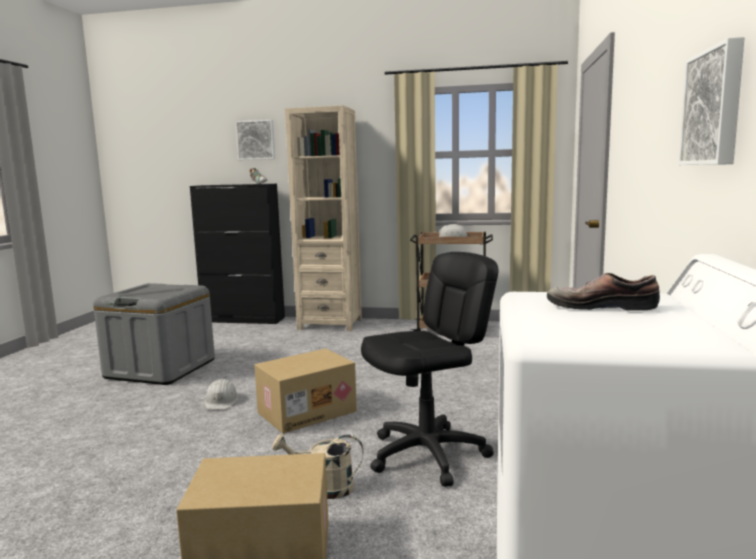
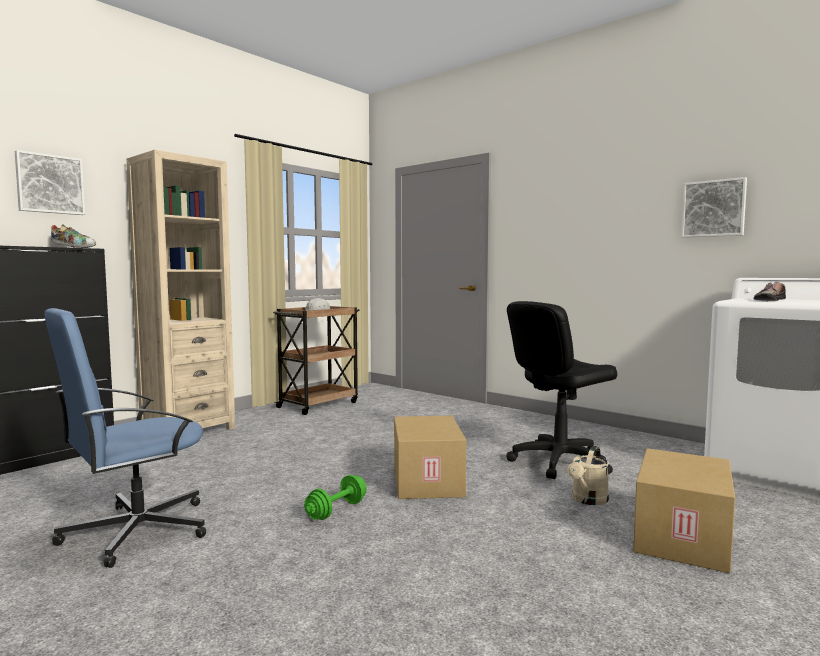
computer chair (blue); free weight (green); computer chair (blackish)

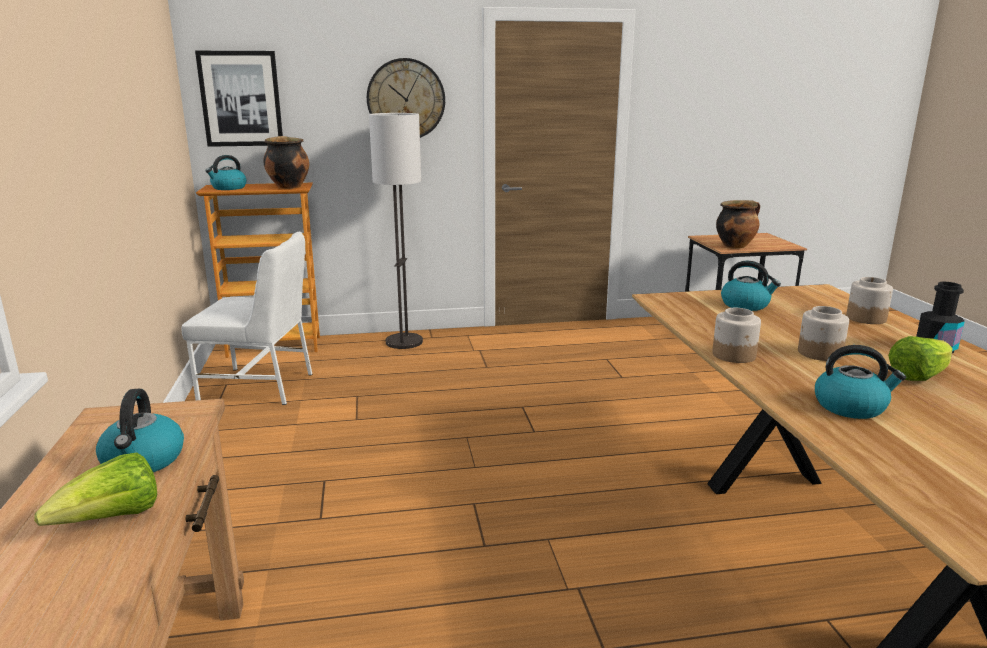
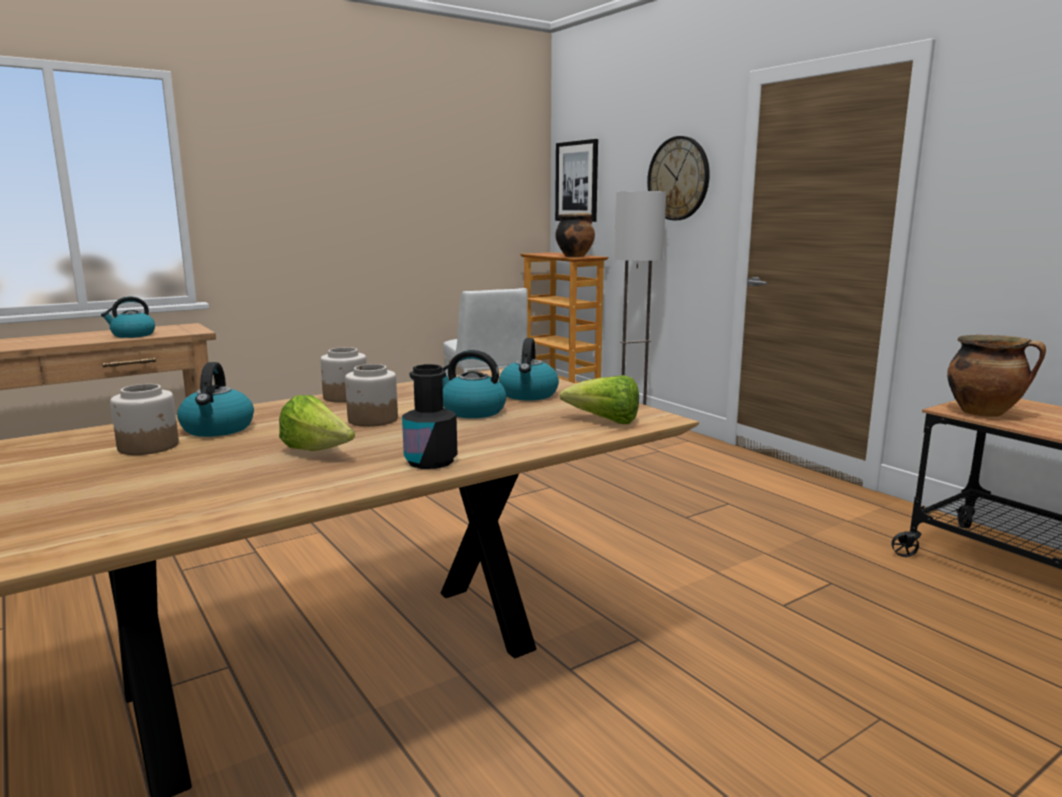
lettuce head (2nd from left); water kettle (3rd from left); preserve jar (1st from left)

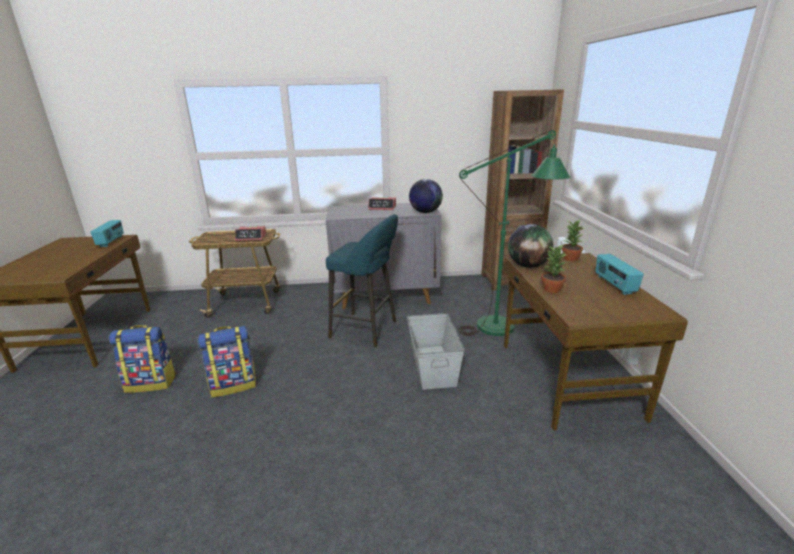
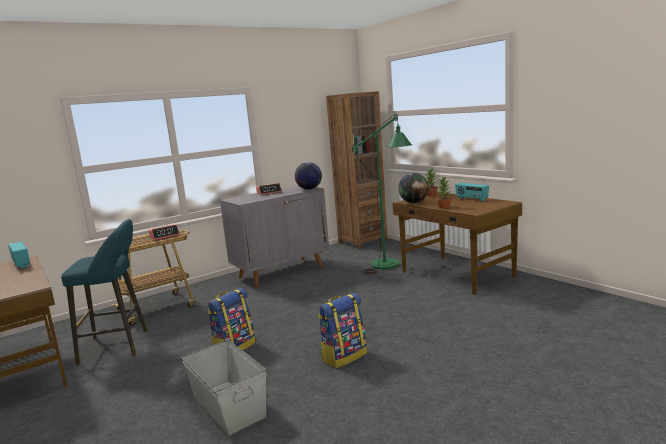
knapsack (2nd from left); sitting stool (turquoise-coloured); storage bin (gray)

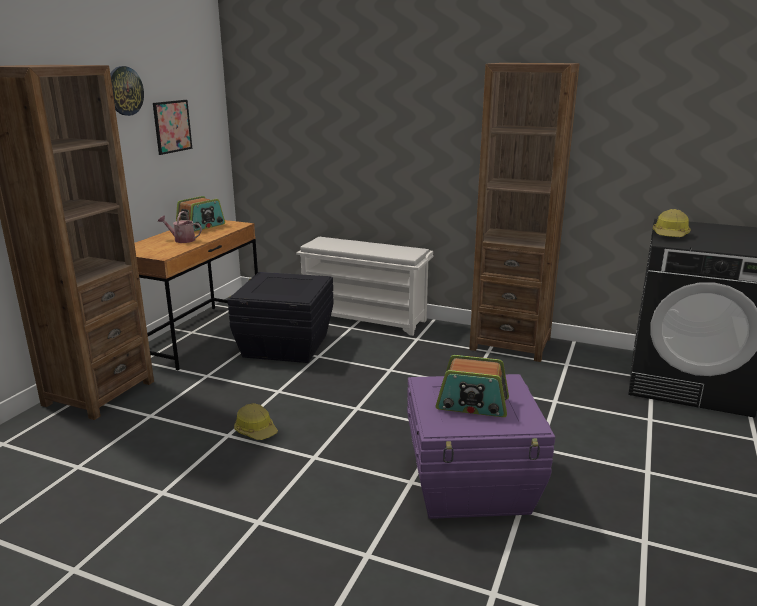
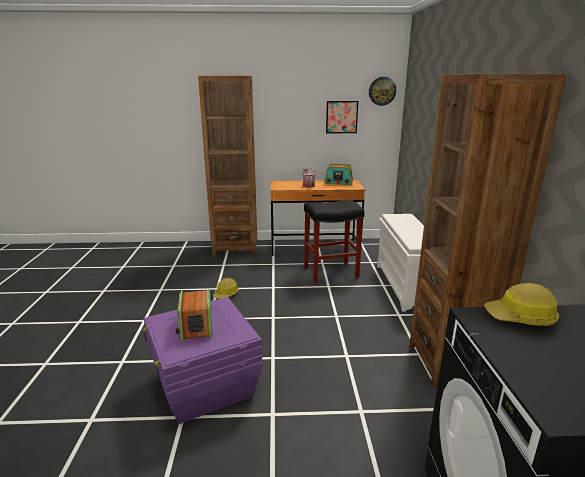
hanging clock; sitting stool (blackish)

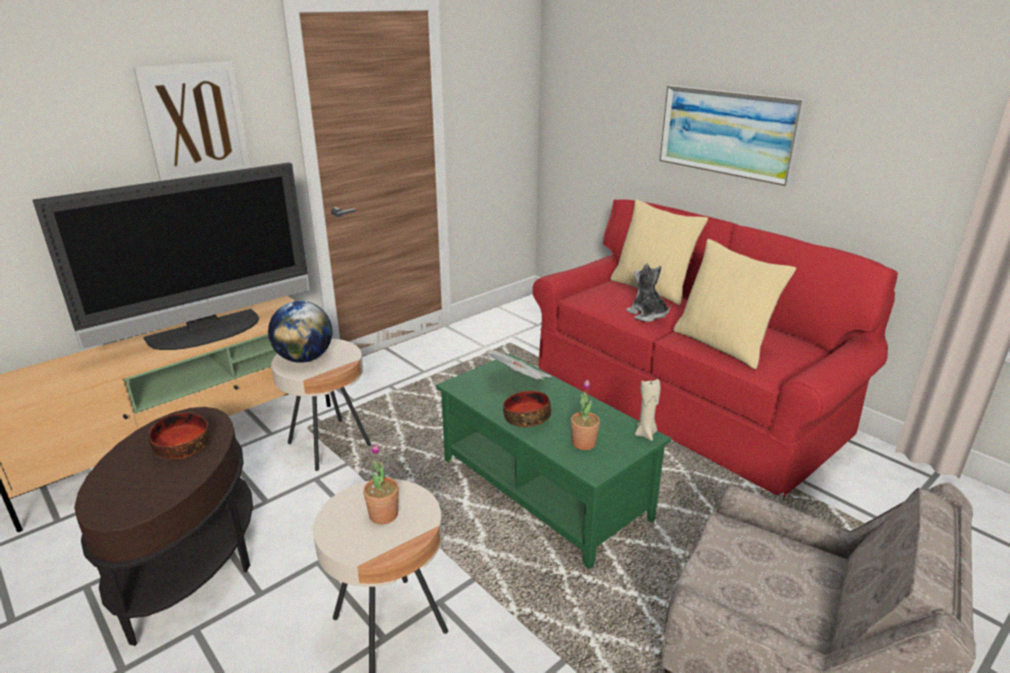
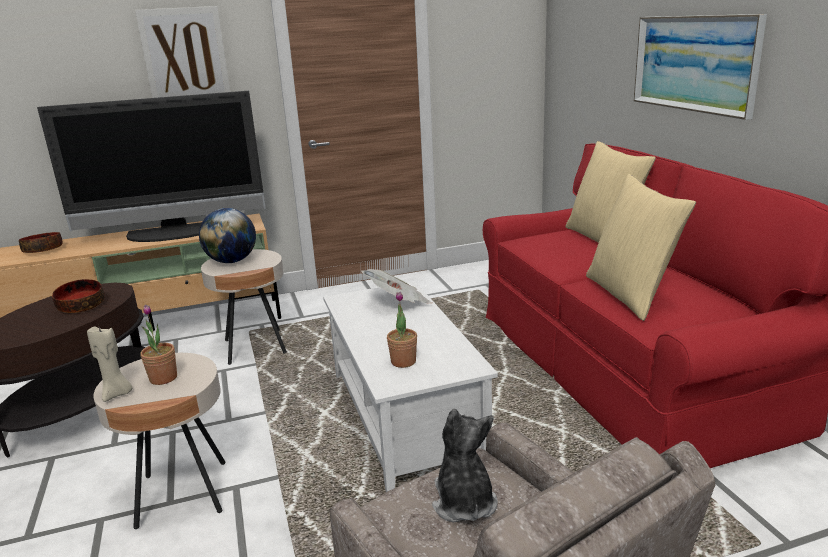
coffee table (white-coloured); deep dish (1st from left); plush toy; wax candle (beige-coloured)

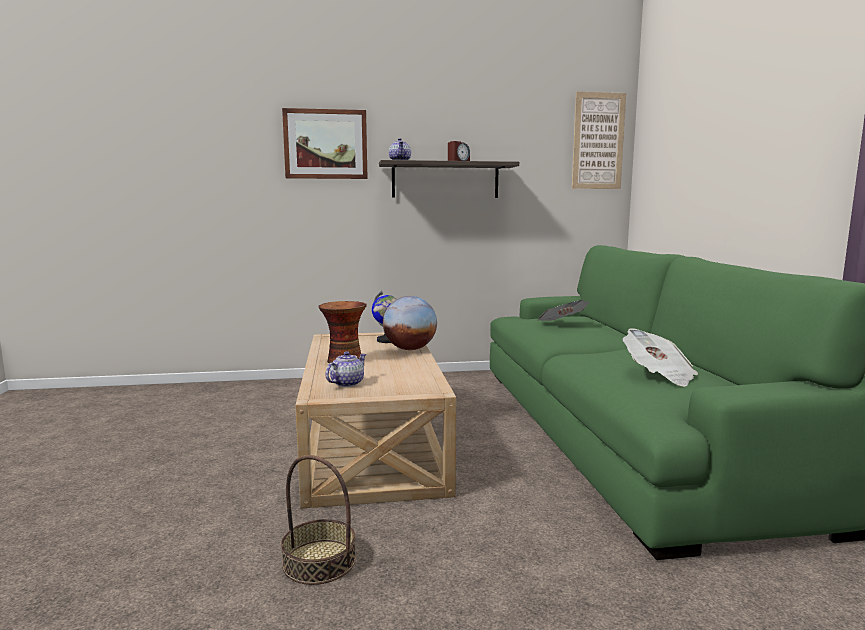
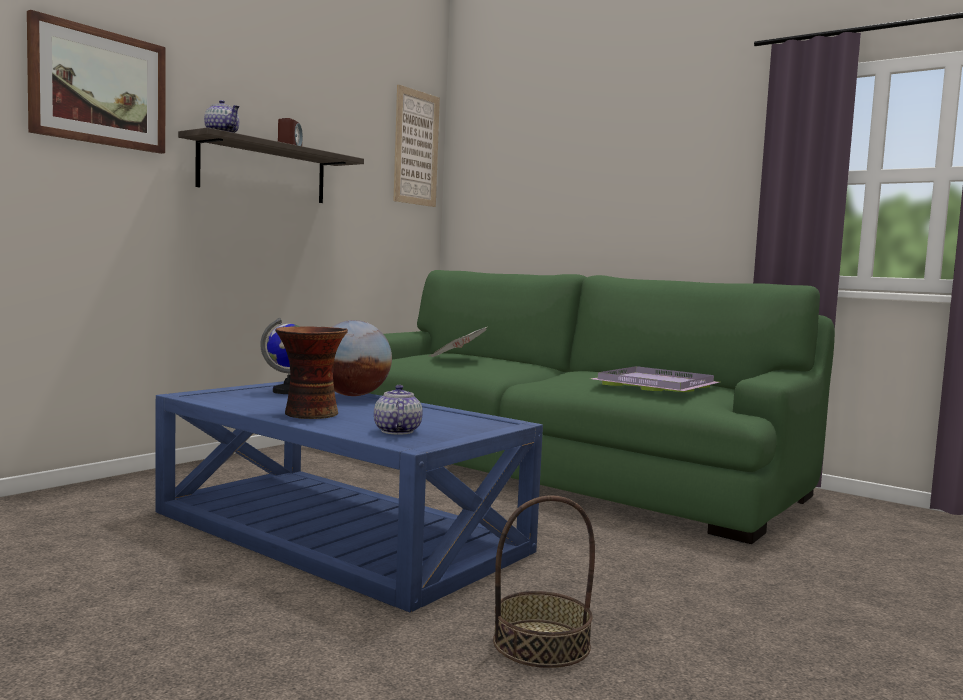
coffee table (blue); serving tray (purplish)

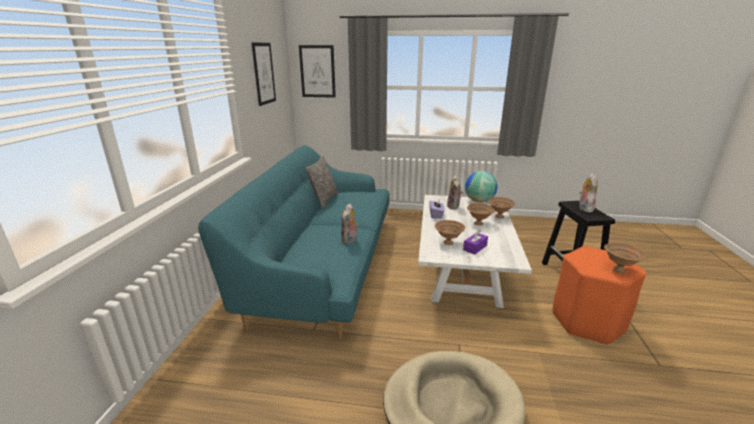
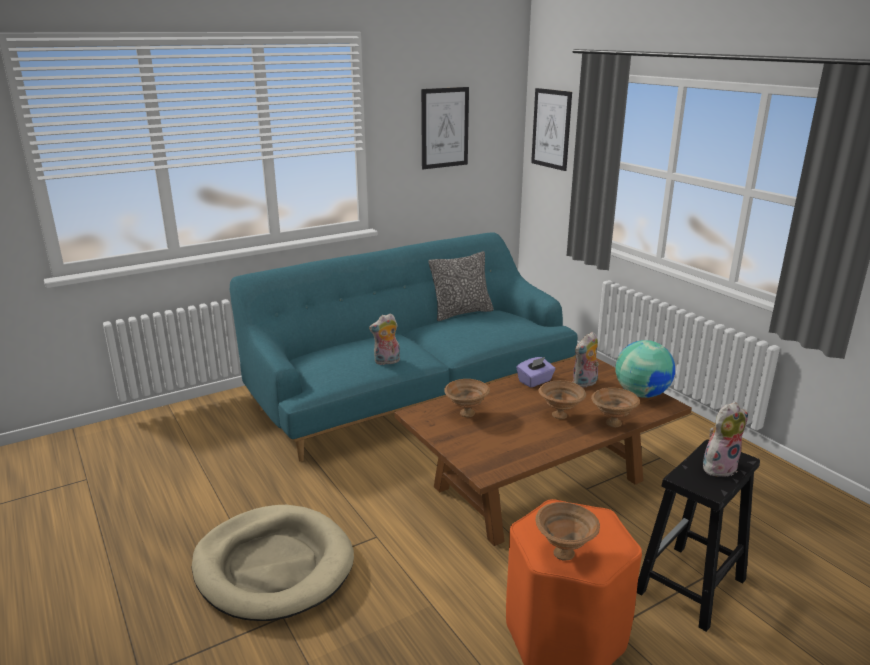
coffee table (brownish); tissue holder (purplish) (2nd from left in the first image)

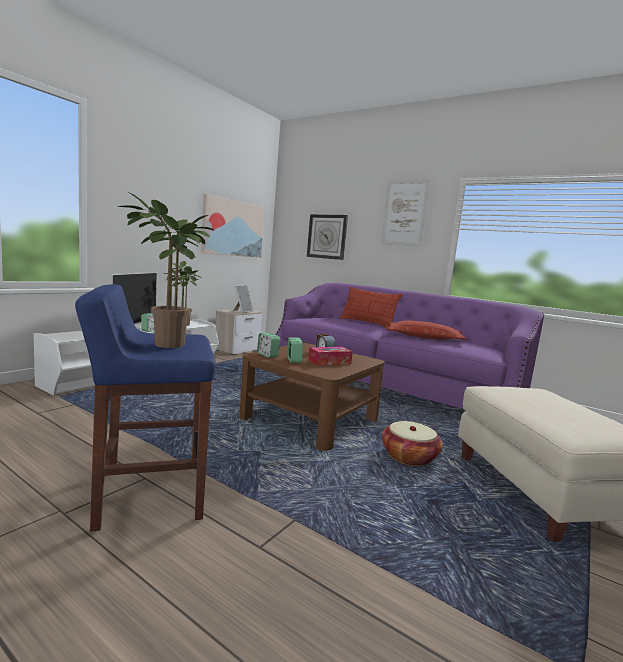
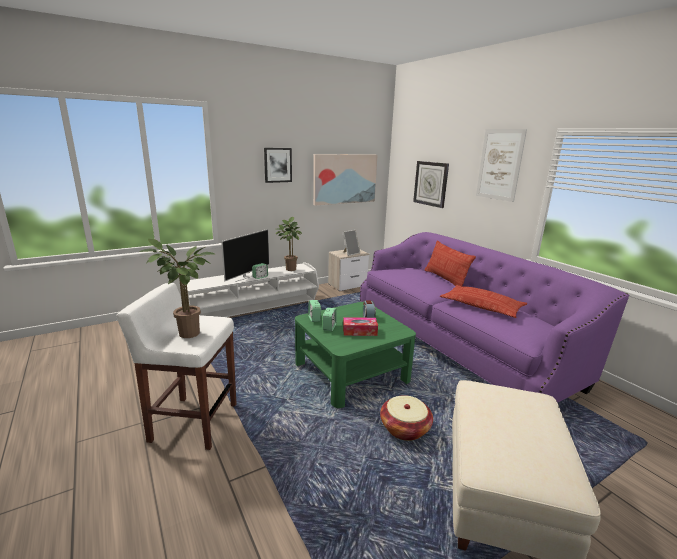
sitting stool (white-coloured); coffee table (green); wall art (1st from left)

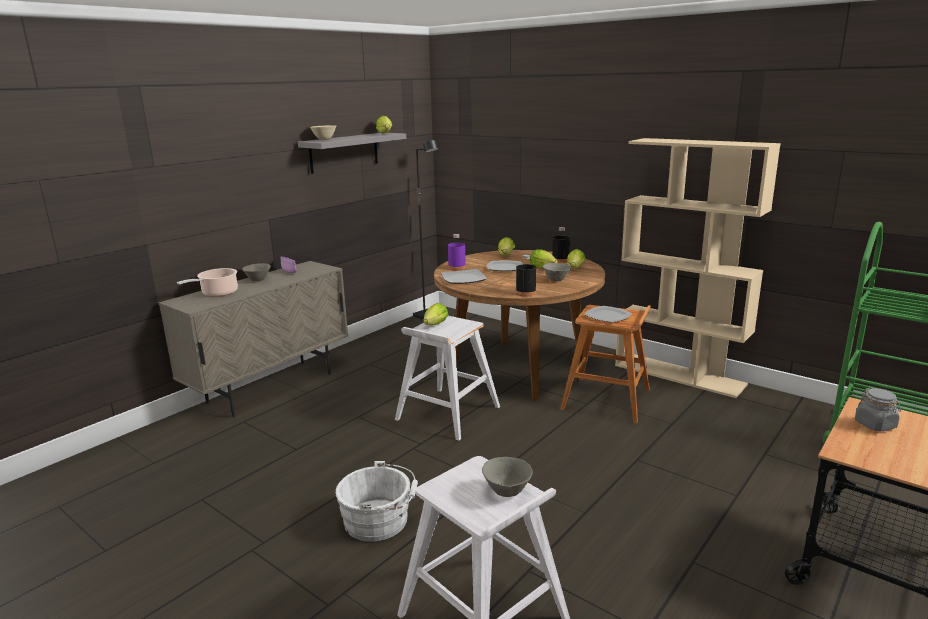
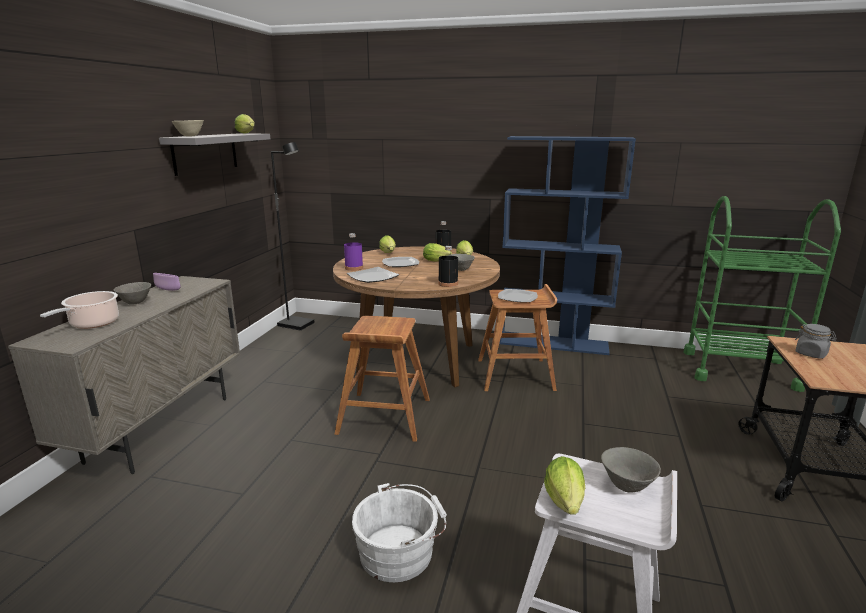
sitting stool (brownish) (1st from left); lettuce head (5th from left); bookshelf (blue)

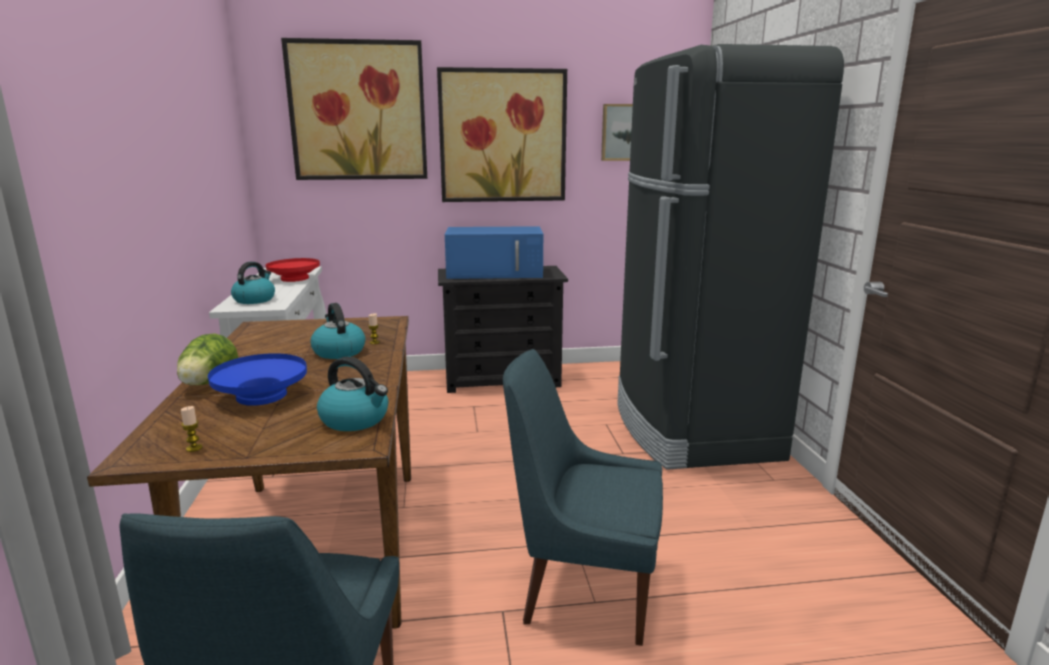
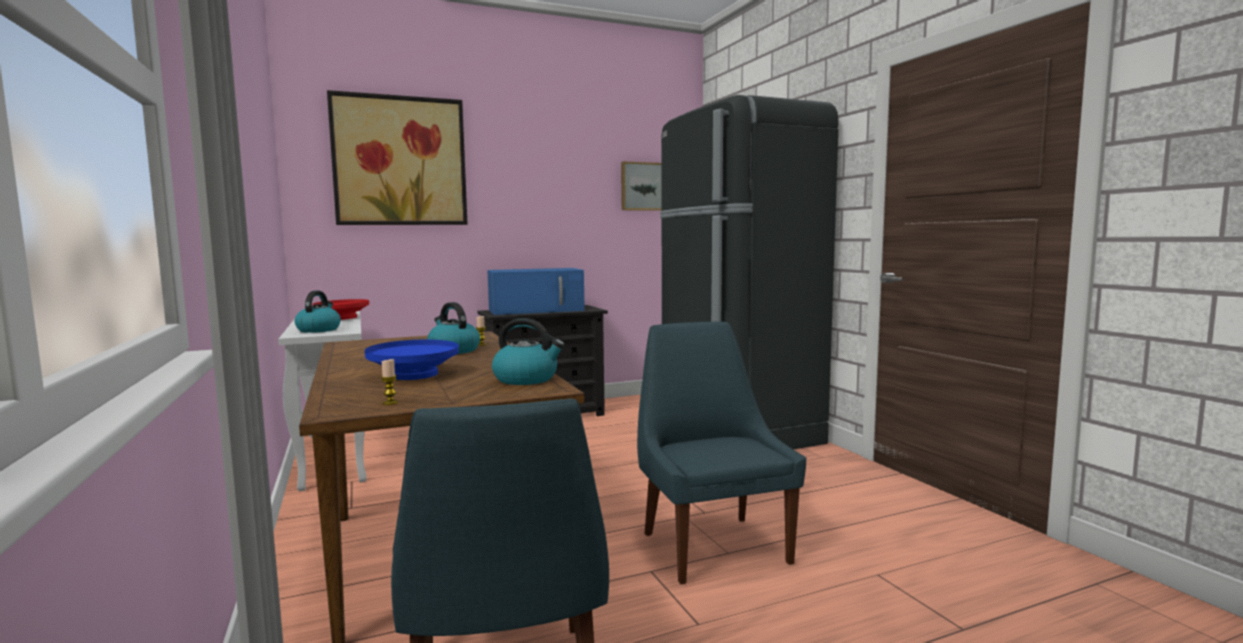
lettuce head; wall art (2nd from left in the first image); plain chair (blue) (2nd from left)

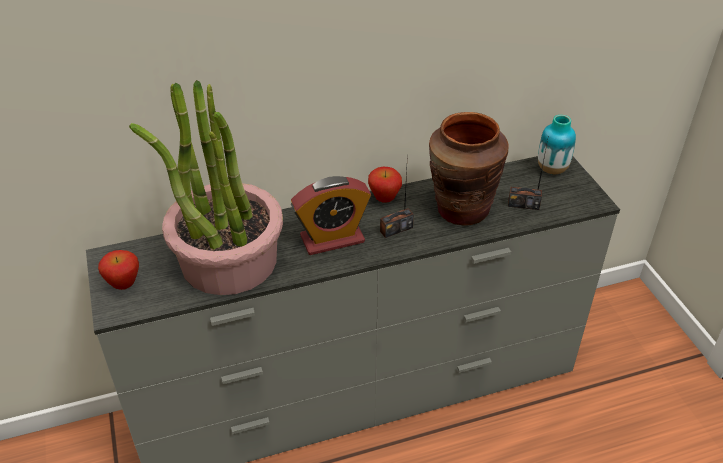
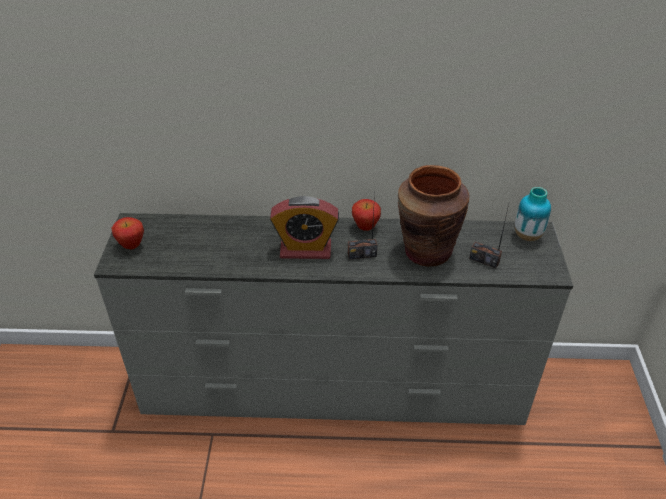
plant in a pot

